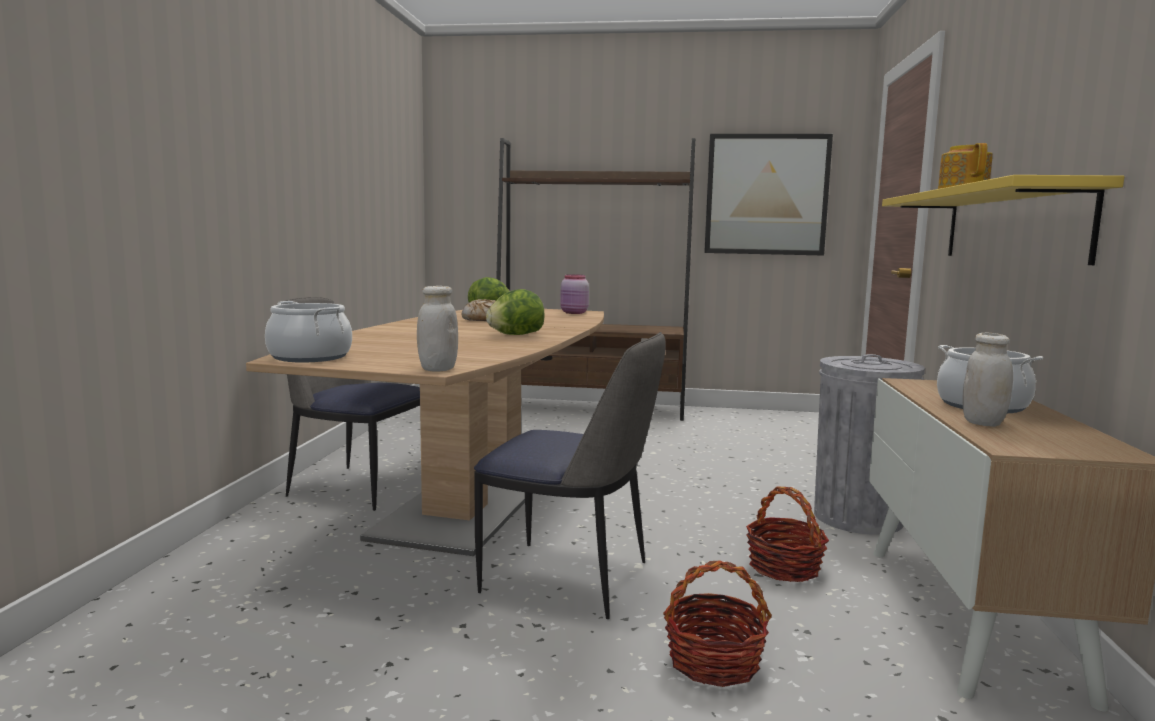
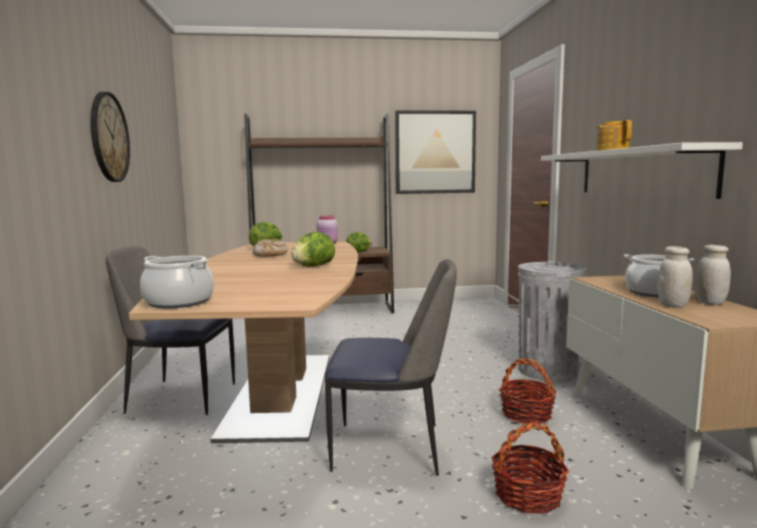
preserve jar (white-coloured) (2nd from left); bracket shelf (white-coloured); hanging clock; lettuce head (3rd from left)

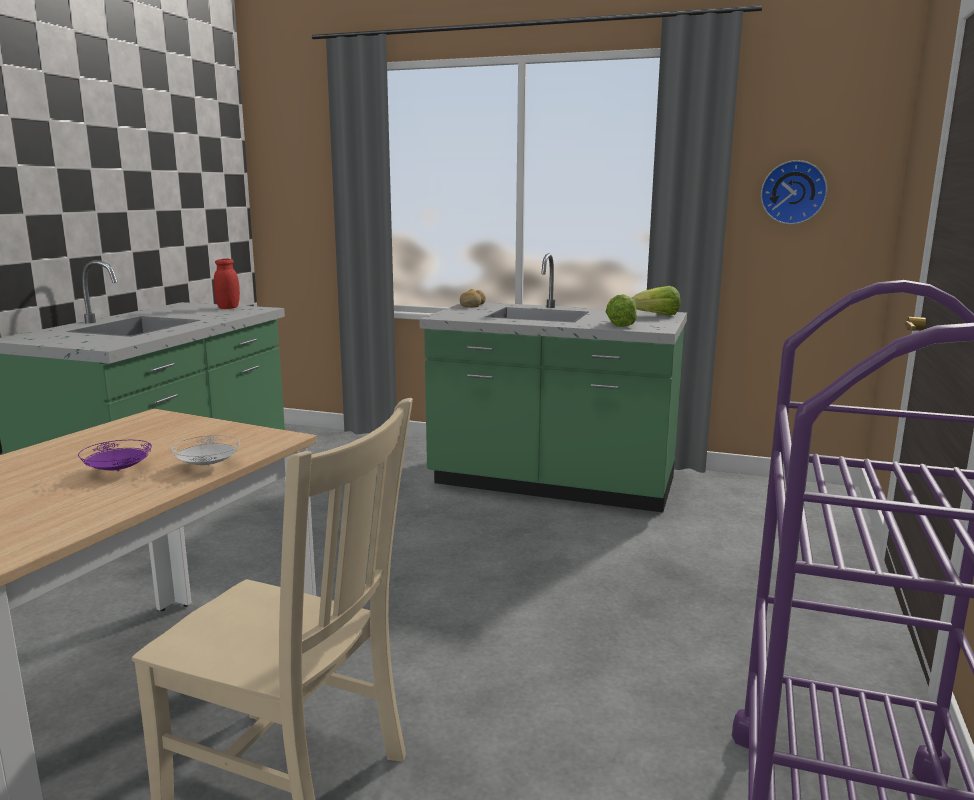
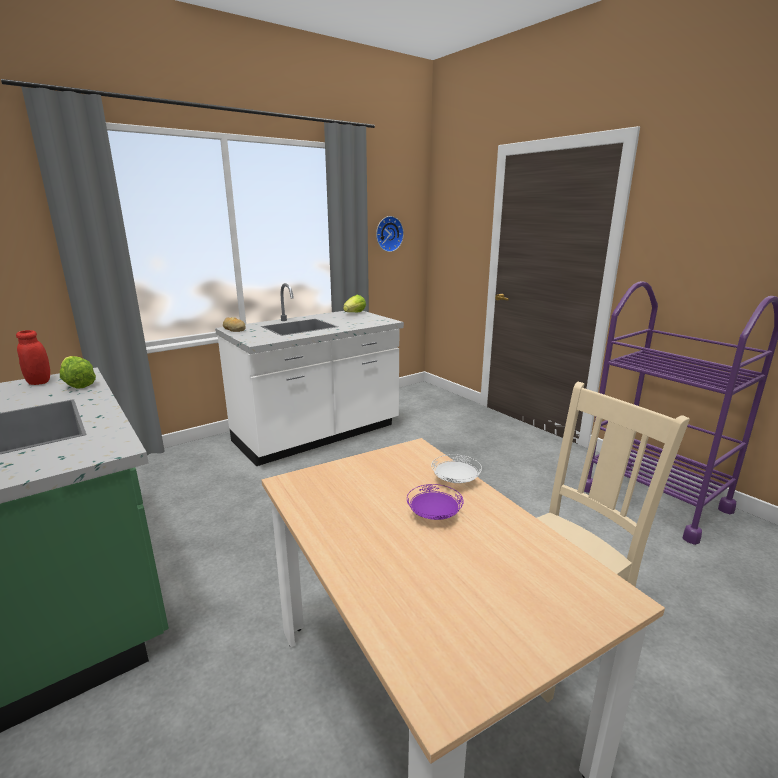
kitchen base unit (white-coloured); lettuce head (1st from left)

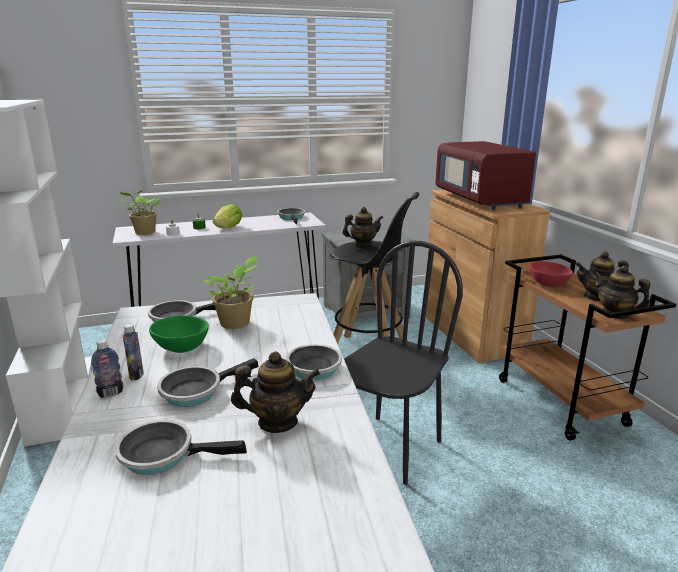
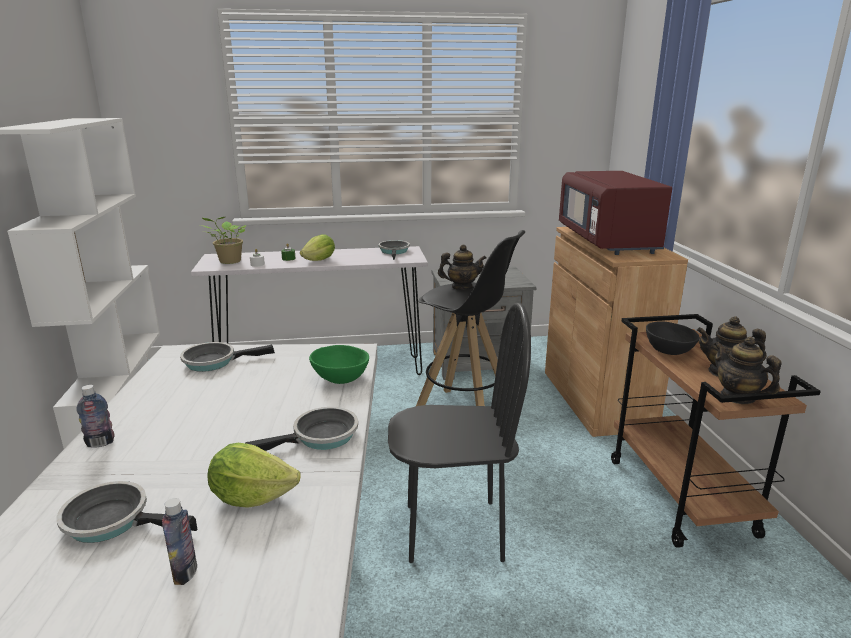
drink bottle (2nd from left); deep dish (green); skillet (3rd from left in the first image); plant in a pot (2nd from left in the first image); lettuce head (1st from left); plain chair (blackish); deep dish (blackish)

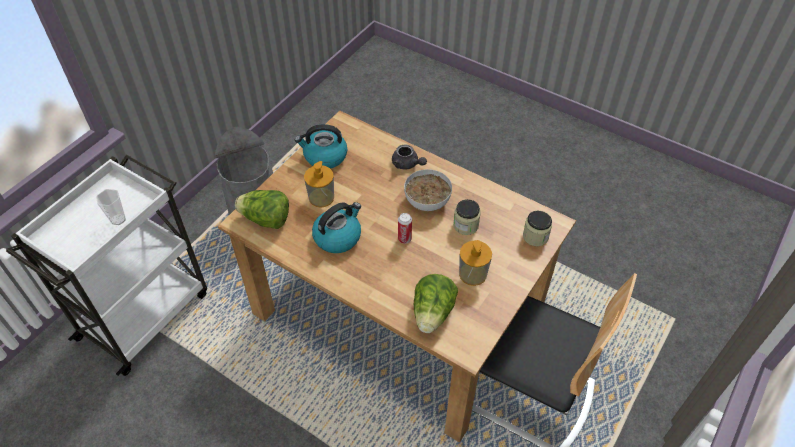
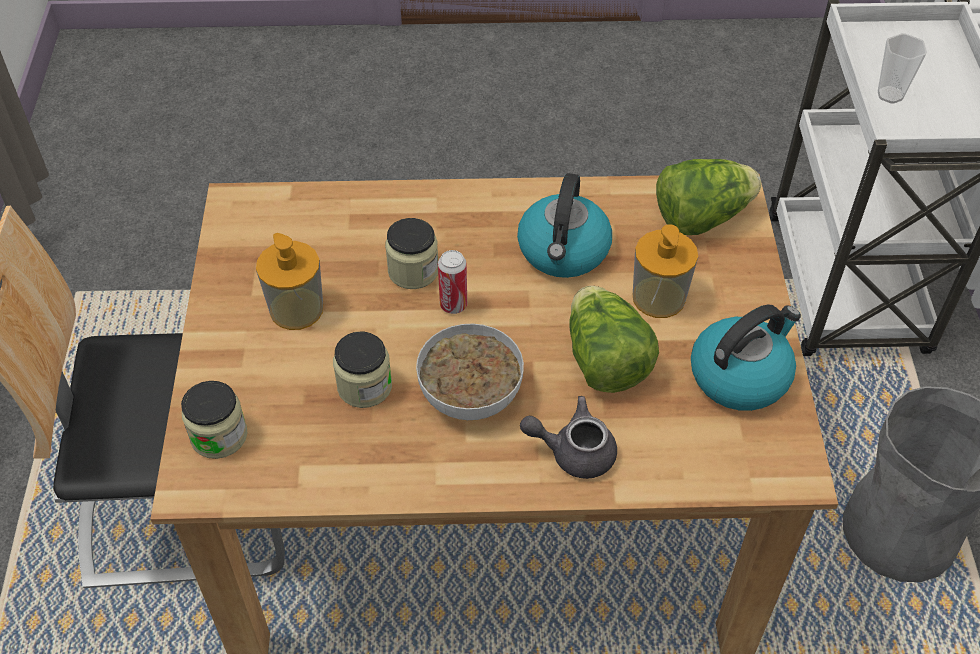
lettuce head (1st from left); preserve jar (3rd from left)

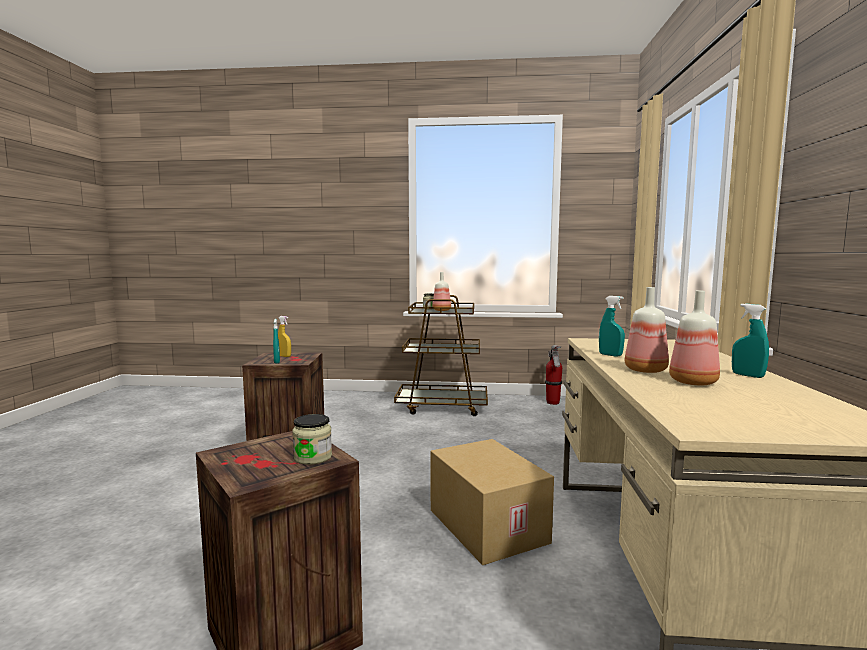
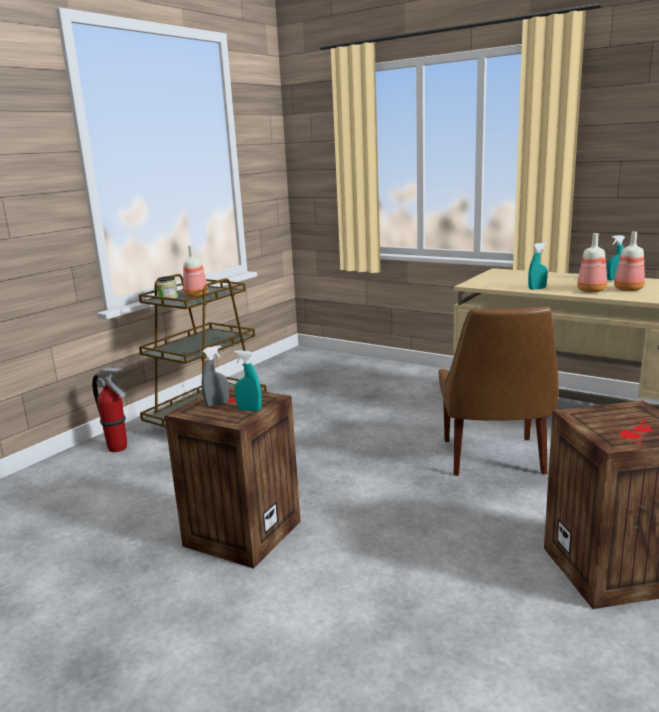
spray bottle (gray); preserve jar (1st from left in the first image); plain chair (brownish); fire extinguisher

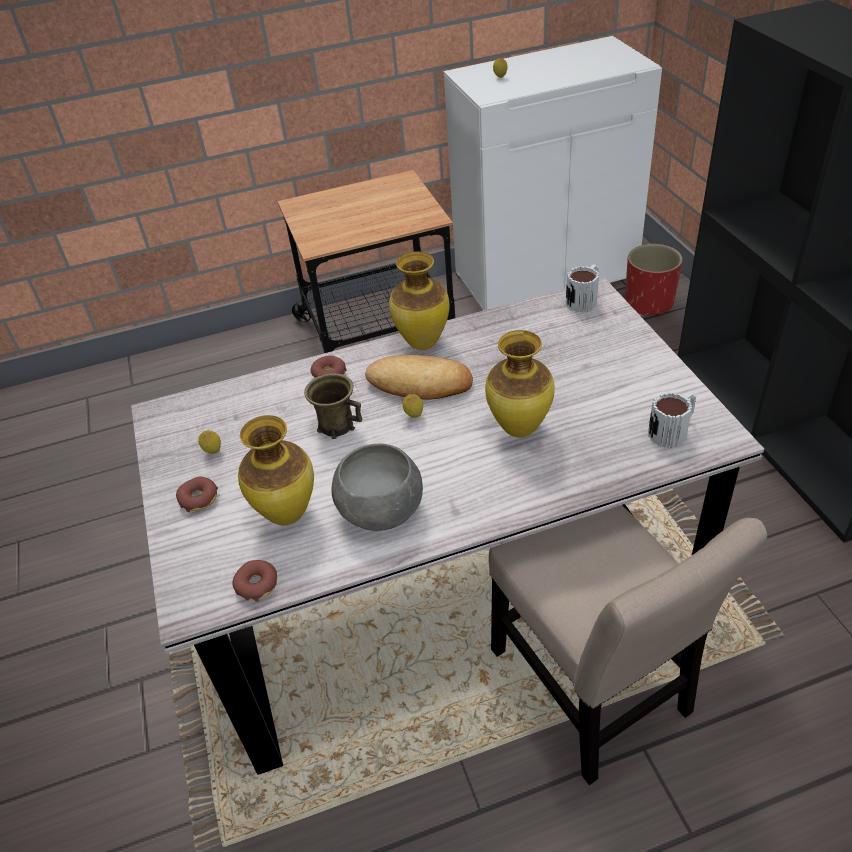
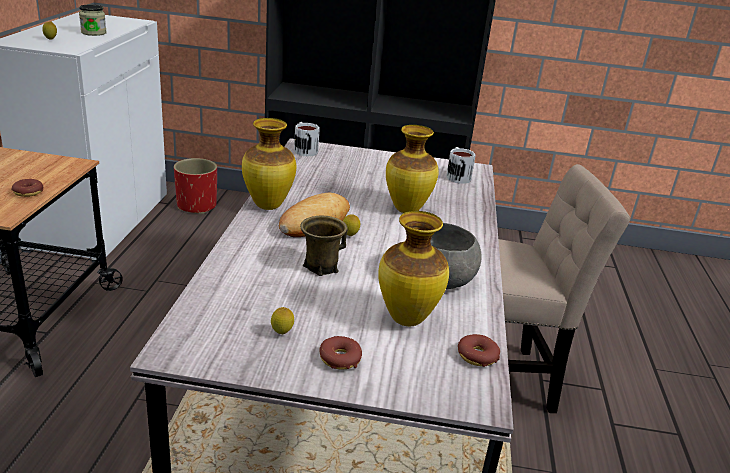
doughnut (1st from left); preserve jar

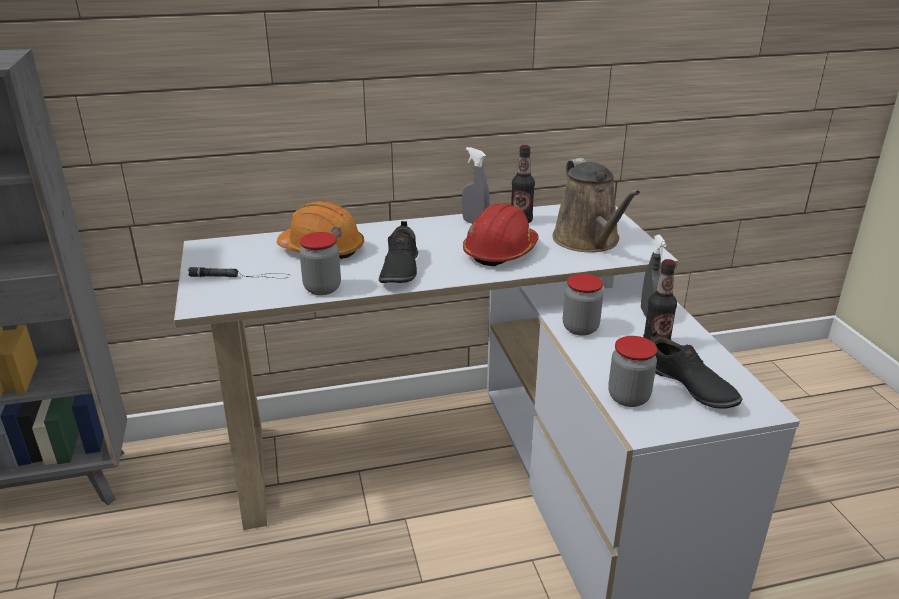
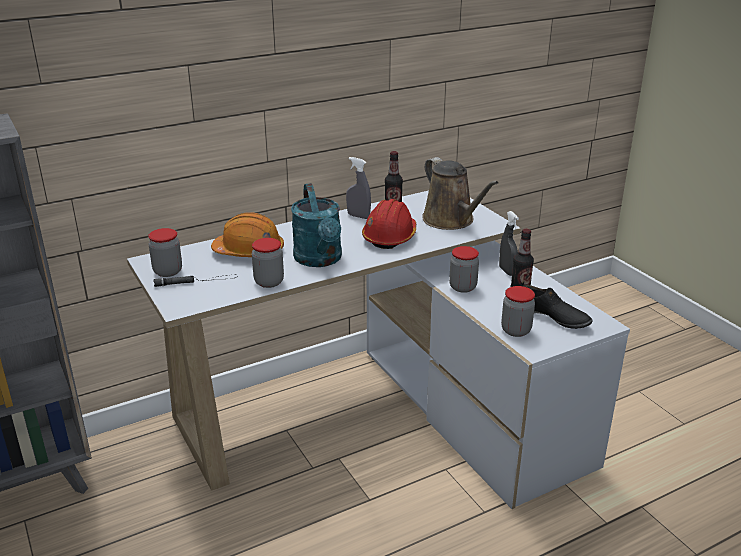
watering can (turquoise-coloured); preserve jar (1st from left)

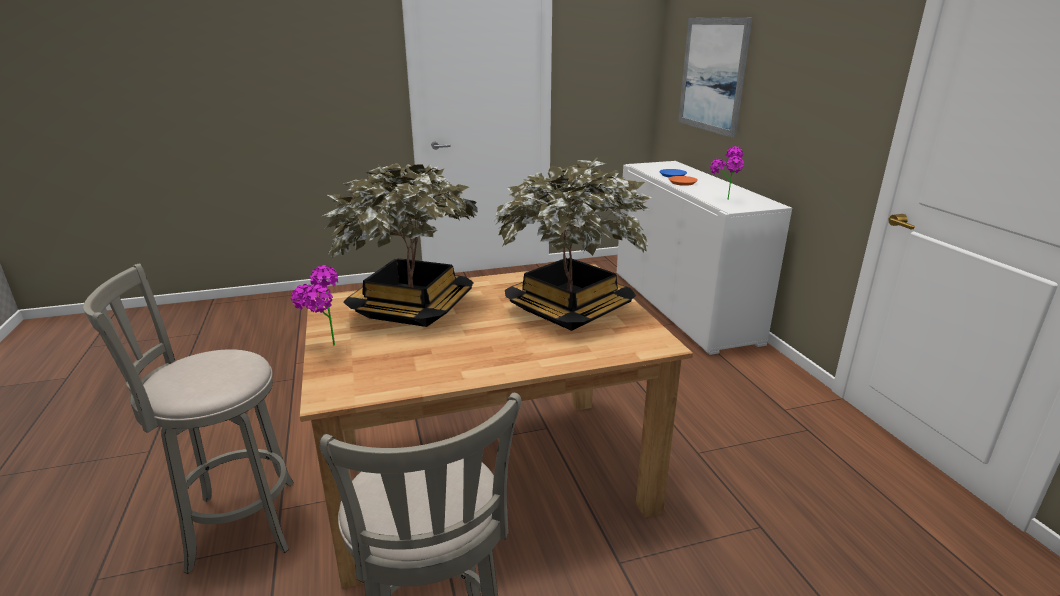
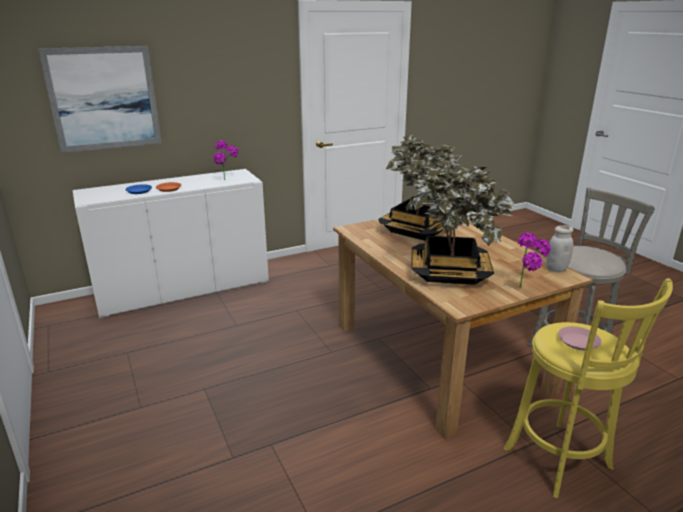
sitting stool (yellow); preserve jar (white-coloured); plate (pink-coloured)

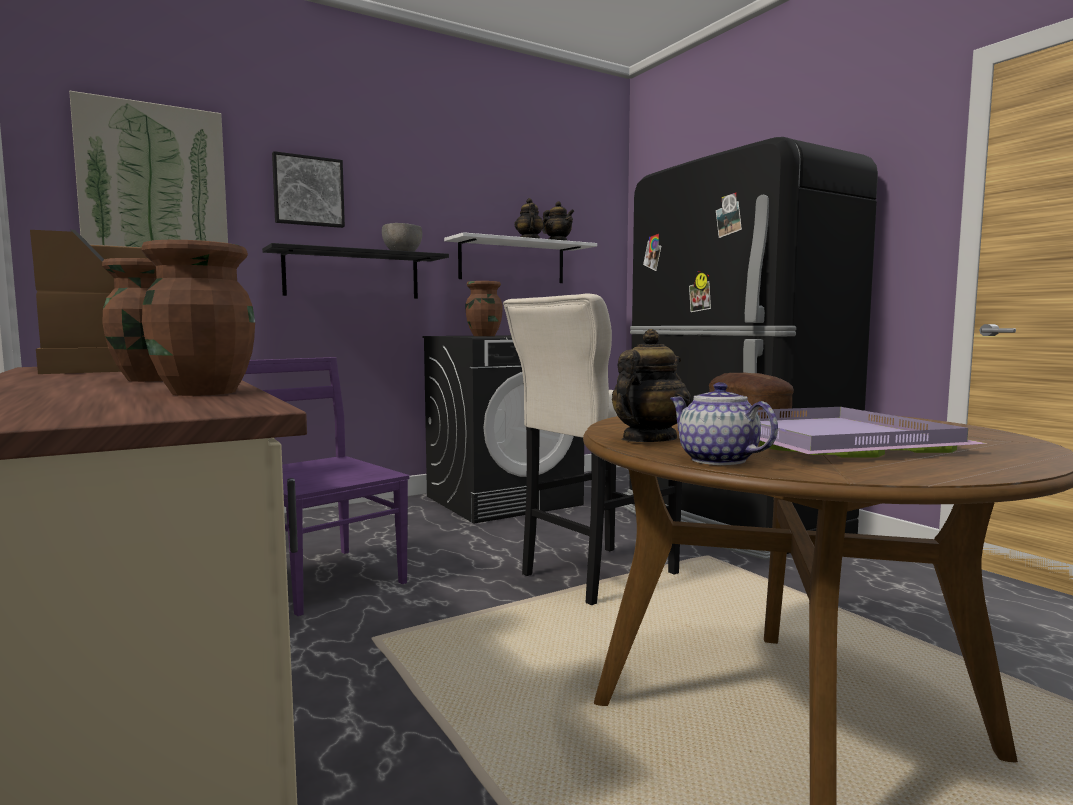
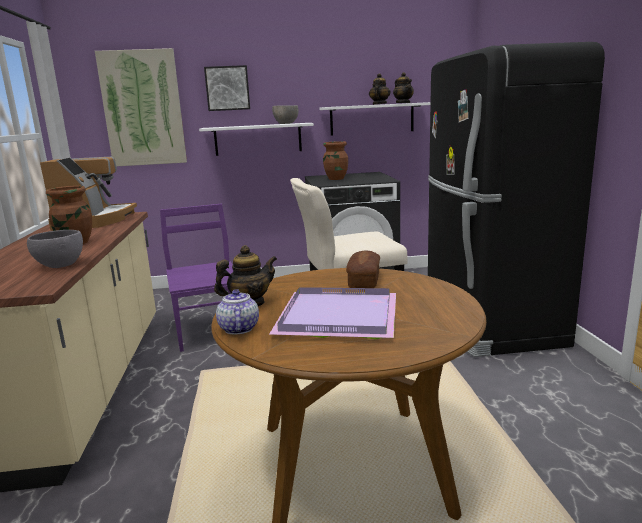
deep dish (gray) (1st from left); bracket shelf (white-coloured) (1st from left)

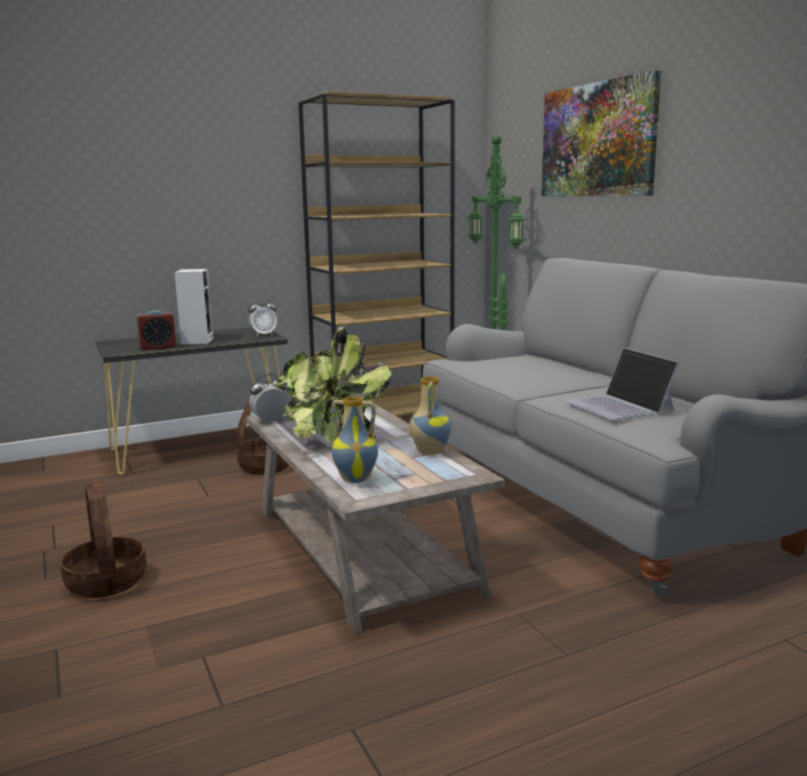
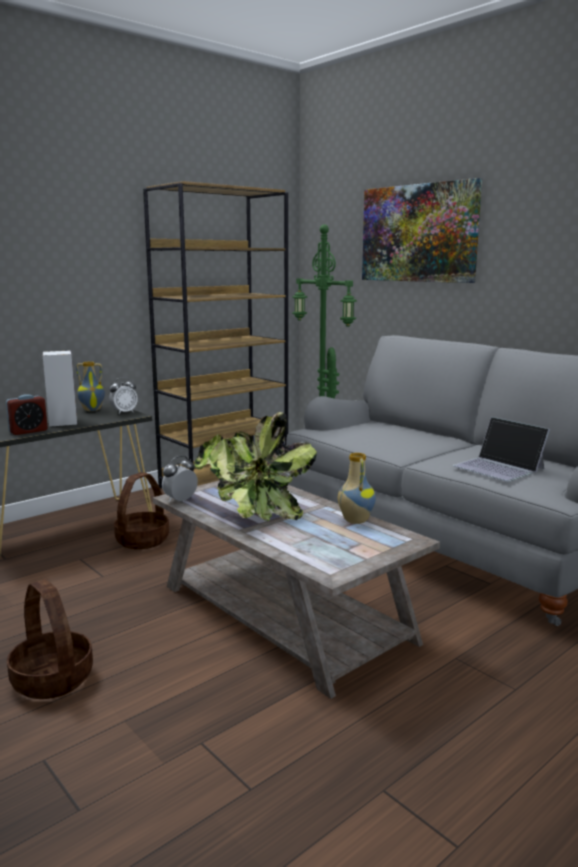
vase (1st from left)

